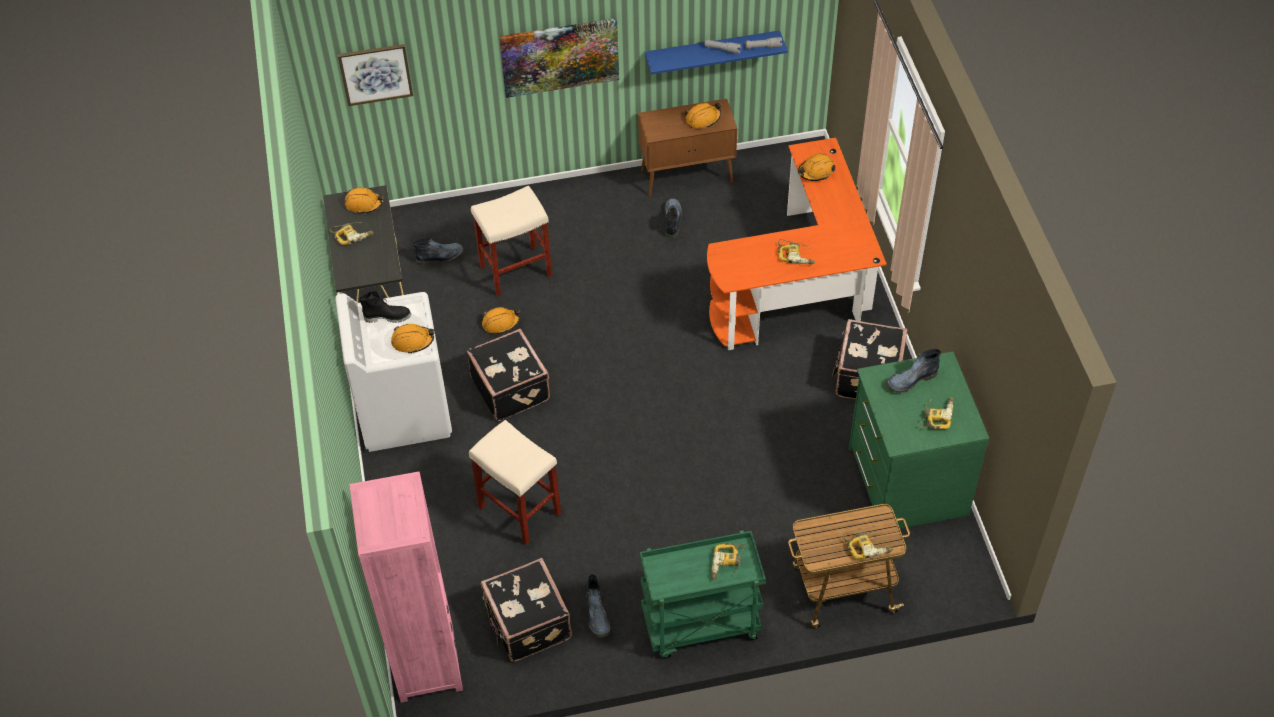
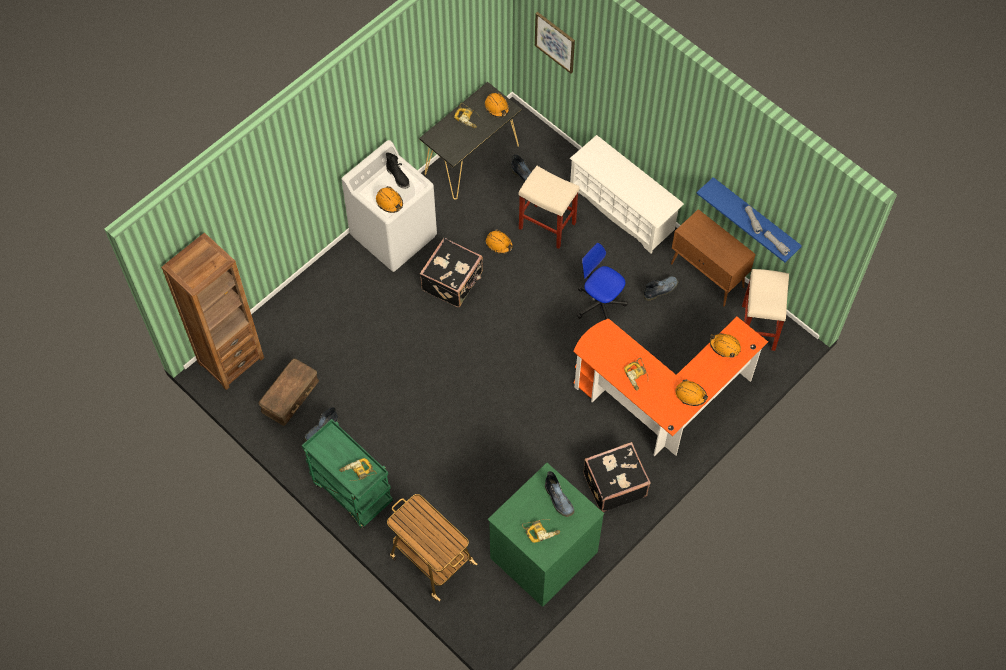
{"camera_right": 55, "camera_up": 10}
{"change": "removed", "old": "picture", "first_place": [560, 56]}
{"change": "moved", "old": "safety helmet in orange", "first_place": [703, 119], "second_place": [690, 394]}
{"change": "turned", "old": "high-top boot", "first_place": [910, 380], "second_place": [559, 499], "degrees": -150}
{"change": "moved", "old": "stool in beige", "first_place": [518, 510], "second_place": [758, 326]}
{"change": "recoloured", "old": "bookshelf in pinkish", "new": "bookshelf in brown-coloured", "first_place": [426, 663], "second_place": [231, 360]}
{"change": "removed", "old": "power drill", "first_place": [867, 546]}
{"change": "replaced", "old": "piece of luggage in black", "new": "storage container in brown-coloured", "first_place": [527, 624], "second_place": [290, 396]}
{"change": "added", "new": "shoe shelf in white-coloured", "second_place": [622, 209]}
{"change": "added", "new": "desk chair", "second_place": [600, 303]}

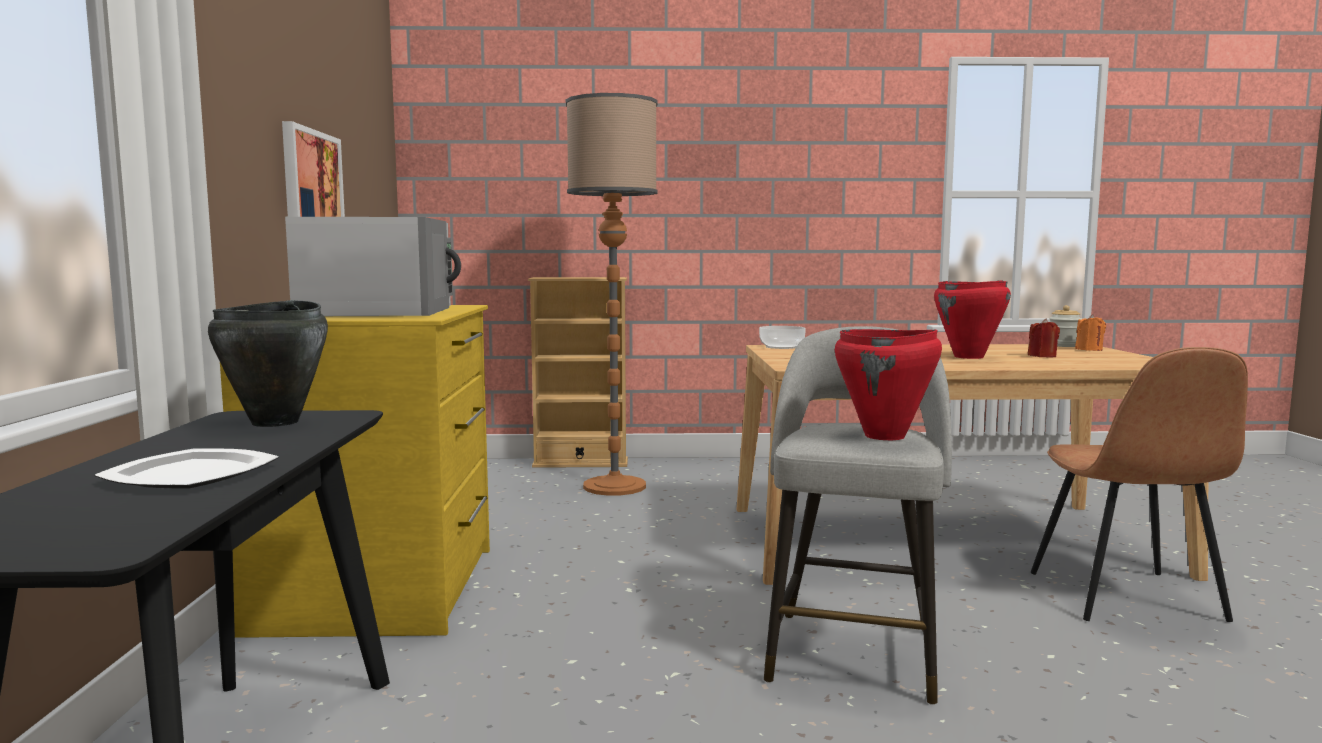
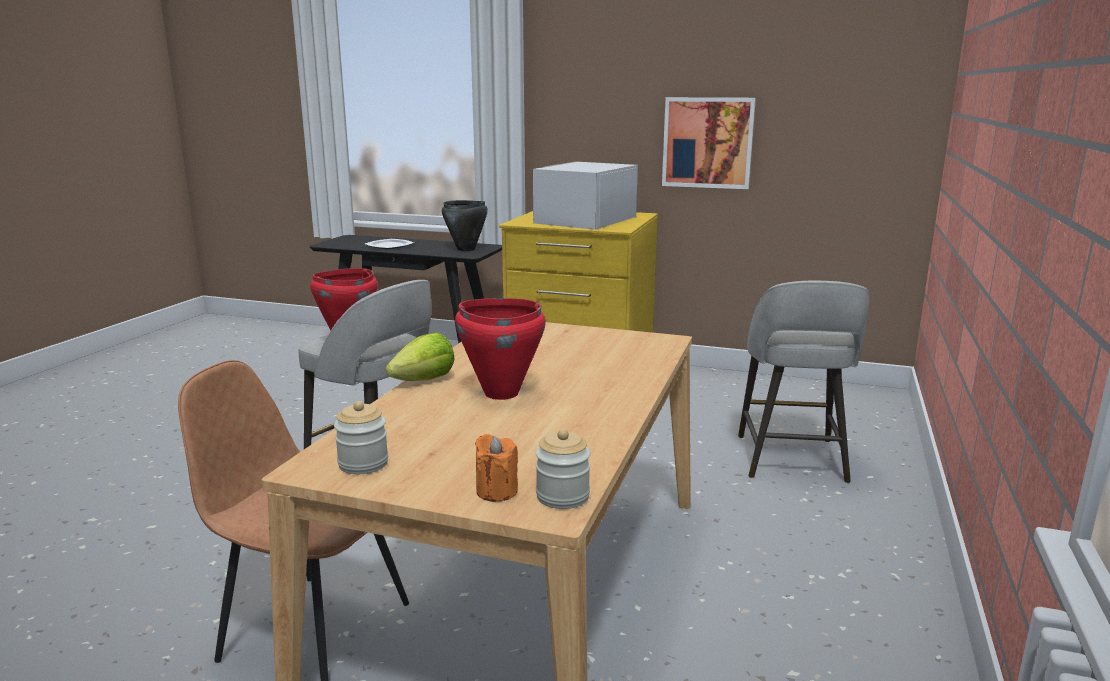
{"camera_right": 110, "camera_up": 10}
{"change": "replaced", "old": "floor lamp", "new": "stool in greyish", "first_place": [615, 486], "second_place": [791, 460]}
{"change": "turned", "old": "microwave in white-coloured", "first_place": [380, 310], "second_place": [584, 220], "degrees": 105}
{"change": "removed", "old": "bookshelf in beige", "first_place": [580, 463]}
{"change": "removed", "old": "wax candle in reddish", "first_place": [1042, 356]}
{"change": "removed", "old": "bowl", "first_place": [781, 347]}
{"change": "added", "new": "lettuce head", "second_place": [424, 380]}
{"change": "added", "new": "jar", "second_place": [363, 464]}

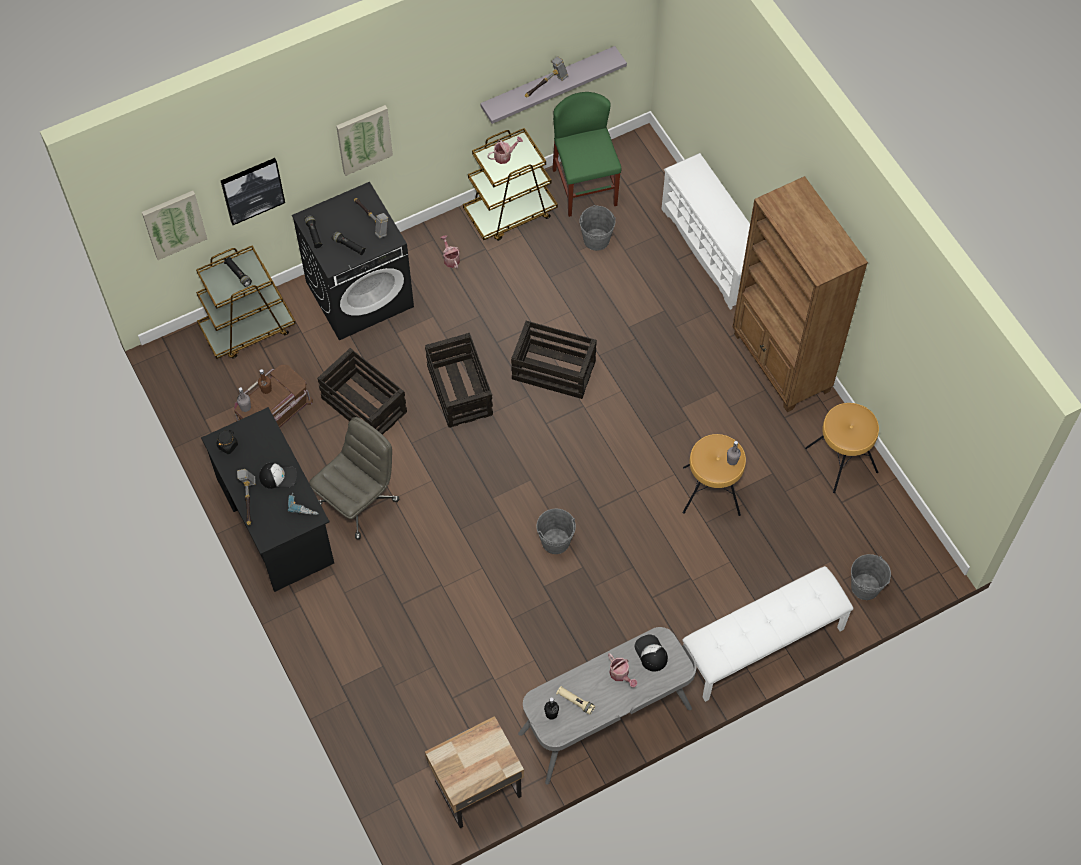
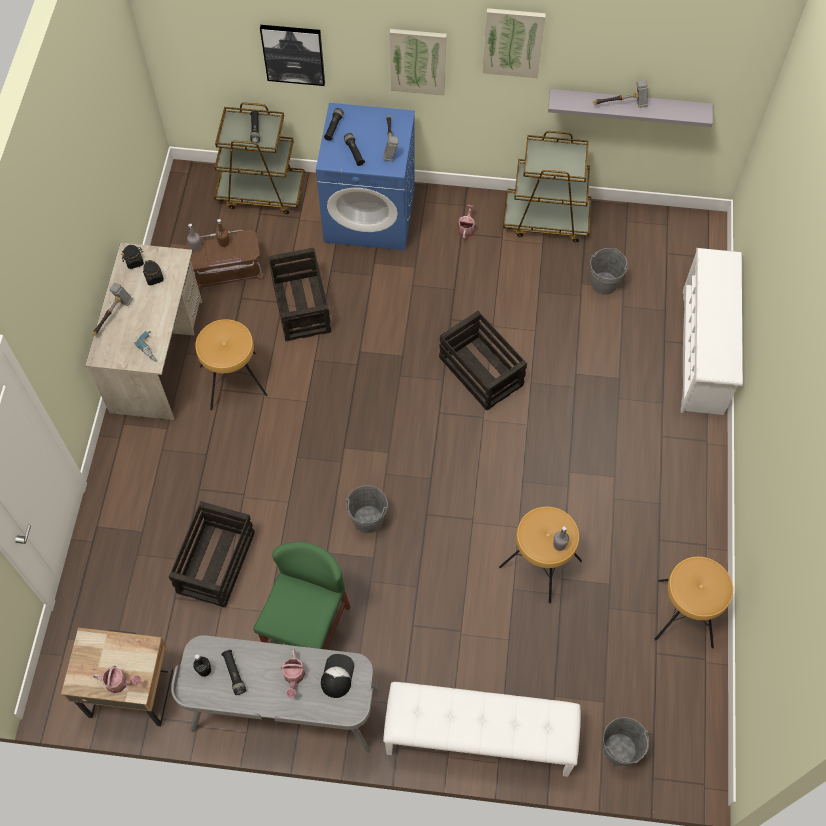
{"camera_right": 35, "camera_up": 0}
{"change": "moved", "old": "plain chair in green-coloured", "first_place": [585, 187], "second_place": [308, 630]}
{"change": "moved", "old": "watering pot", "first_place": [504, 156], "second_place": [120, 683]}
{"change": "removed", "old": "bookshelf in brown-coloured", "first_place": [781, 363]}
{"change": "recoloured", "old": "washing machine in black", "new": "washing machine in blue", "first_place": [360, 293], "second_place": [370, 215]}
{"change": "moved", "old": "picture", "first_place": [174, 224], "second_place": [513, 42]}
{"change": "moved", "old": "shipping crate", "first_place": [460, 391], "second_place": [216, 563]}
{"change": "recoloured", "old": "desk unit in black", "new": "desk unit in beige", "first_place": [275, 521], "second_place": [157, 356]}
{"change": "replaced", "old": "desk chair in greyish", "new": "stool in brown-coloured", "first_place": [358, 501], "second_place": [233, 381]}
{"change": "removed", "old": "cap", "first_place": [278, 476]}
{"change": "recoloured", "old": "torch in beige", "new": "torch in black", "first_place": [575, 701], "second_place": [234, 673]}
{"change": "added", "new": "jar in black", "second_place": [154, 278]}

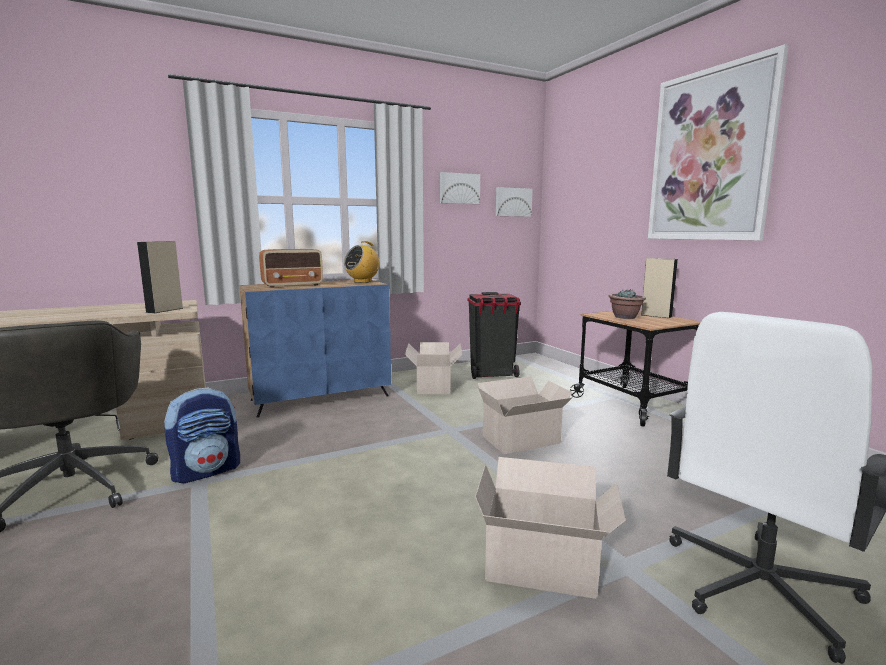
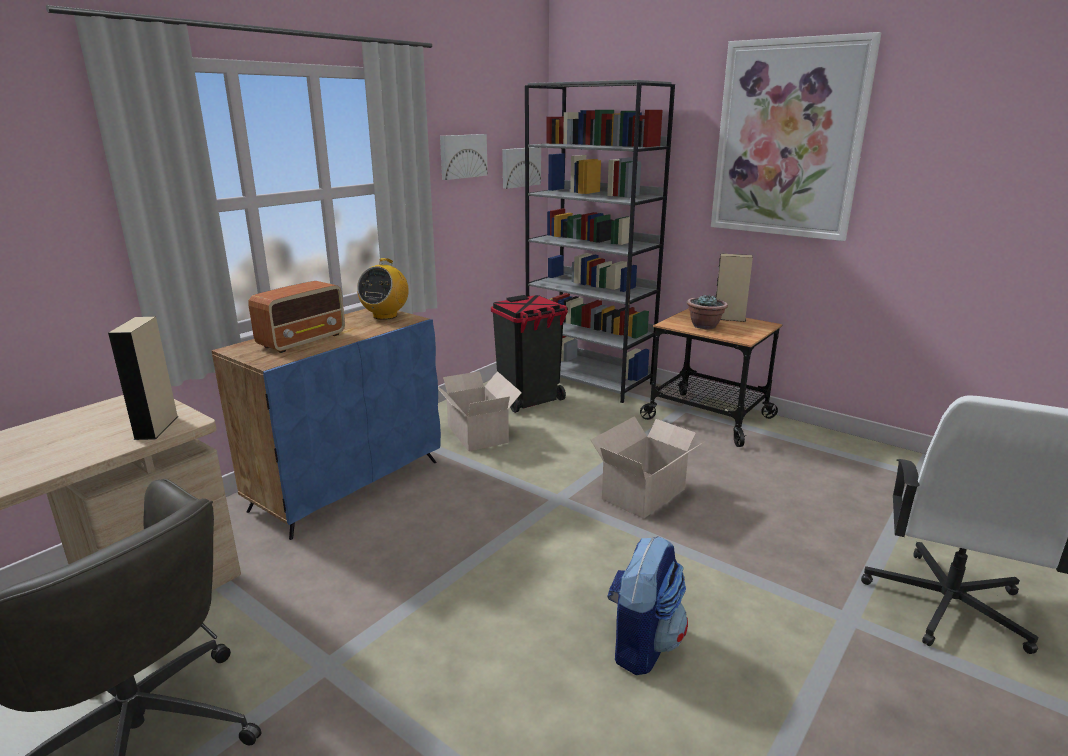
{"camera_right": -25, "camera_up": 10}
{"change": "moved", "old": "backpack", "first_place": [207, 471], "second_place": [642, 643]}
{"change": "removed", "old": "carton", "first_place": [544, 566]}
{"change": "added", "new": "bookshelf in greyish", "second_place": [589, 379]}

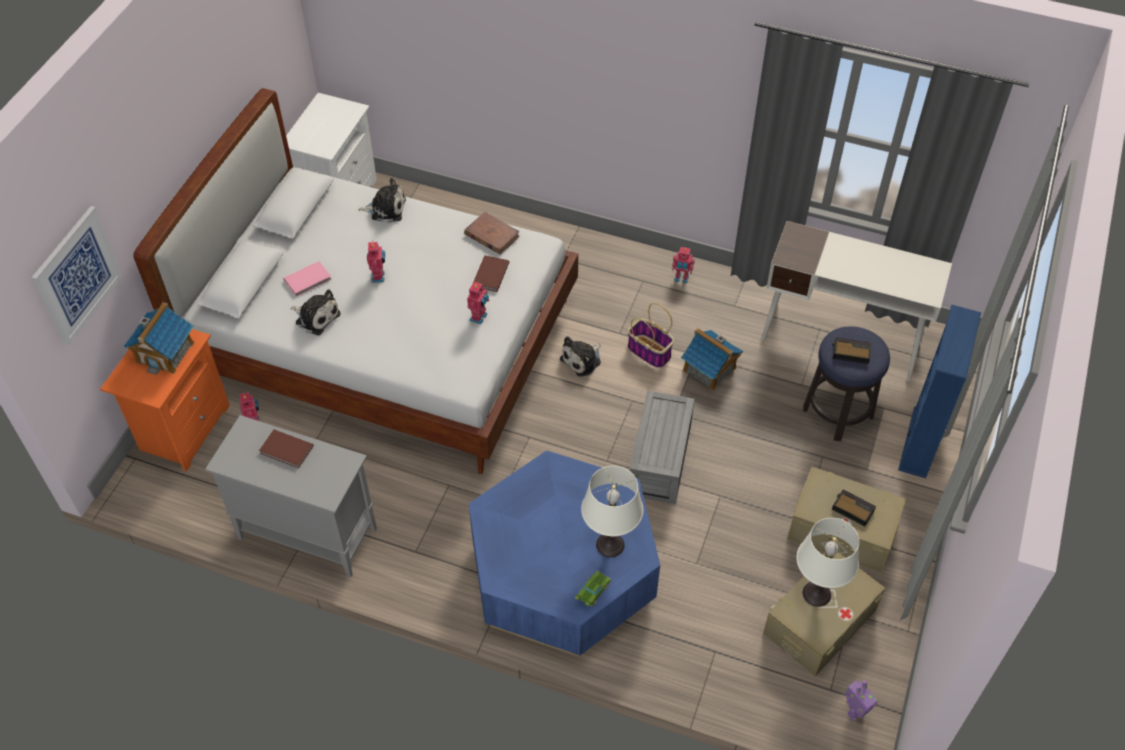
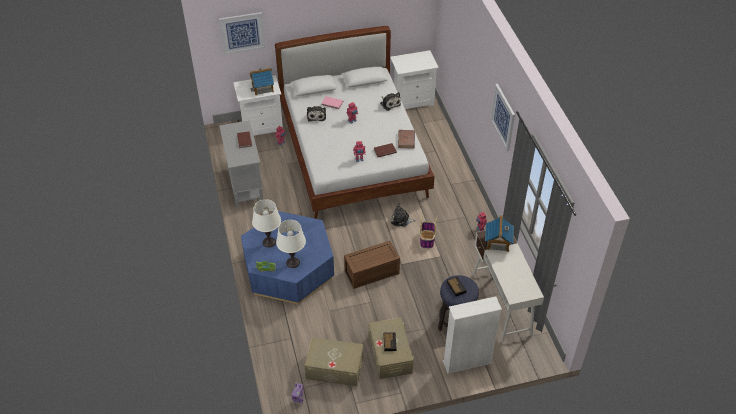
{"camera_right": 55, "camera_up": -5}
{"change": "recoloured", "old": "bookshelf in blue", "new": "bookshelf in white-coloured", "first_place": [920, 442], "second_place": [467, 362]}
{"change": "moved", "old": "miniature house", "first_place": [709, 369], "second_place": [497, 242]}
{"change": "recoloured", "old": "bedside table in orange", "new": "bedside table in white-coloured", "first_place": [183, 429], "second_place": [262, 126]}
{"change": "recoloured", "old": "storage container in greyish", "new": "storage container in brown-coloured", "first_place": [661, 461], "second_place": [371, 273]}
{"change": "moved", "old": "tabletop lamp in white-coloured", "first_place": [816, 594], "second_place": [269, 242]}
{"change": "added", "new": "picture", "second_place": [503, 117]}

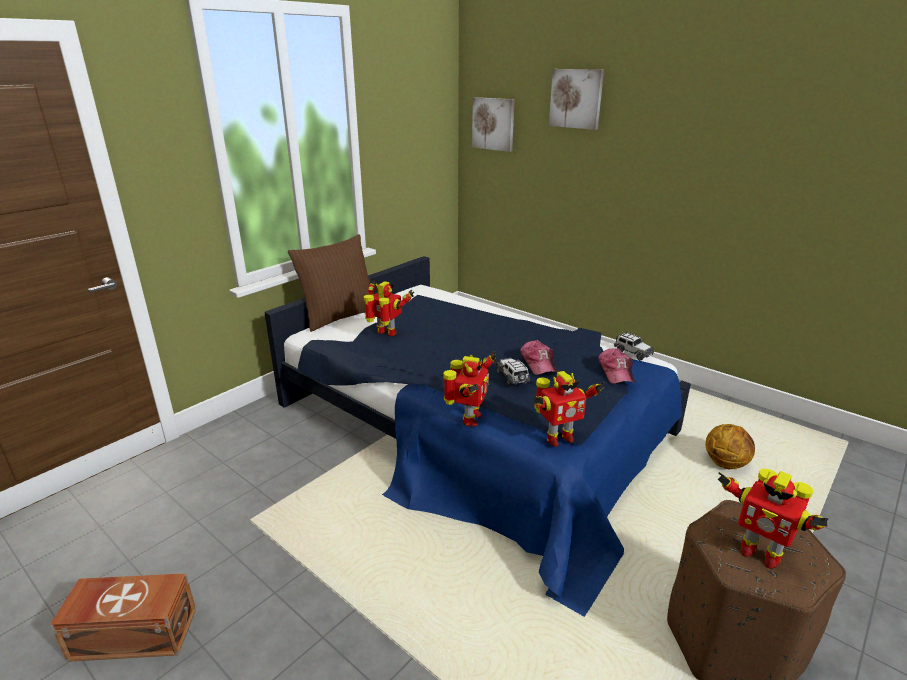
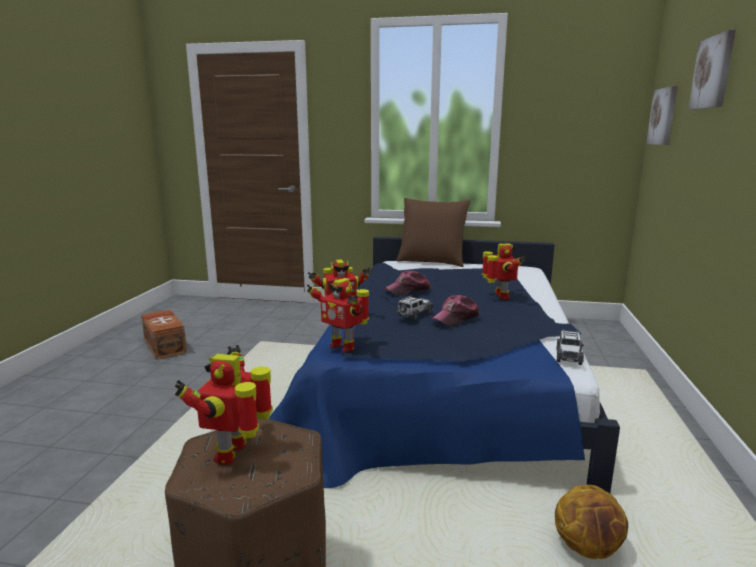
{"camera_right": 60, "camera_up": -10}
{"change": "moved", "old": "robot figure", "first_place": [386, 333], "second_place": [501, 296]}
{"change": "moved", "old": "cap", "first_place": [616, 372], "second_place": [408, 290]}

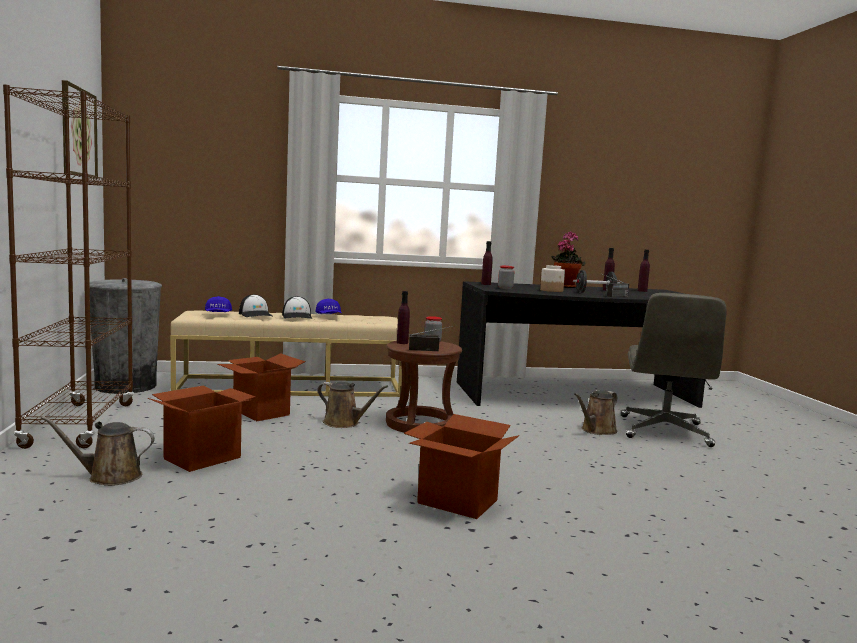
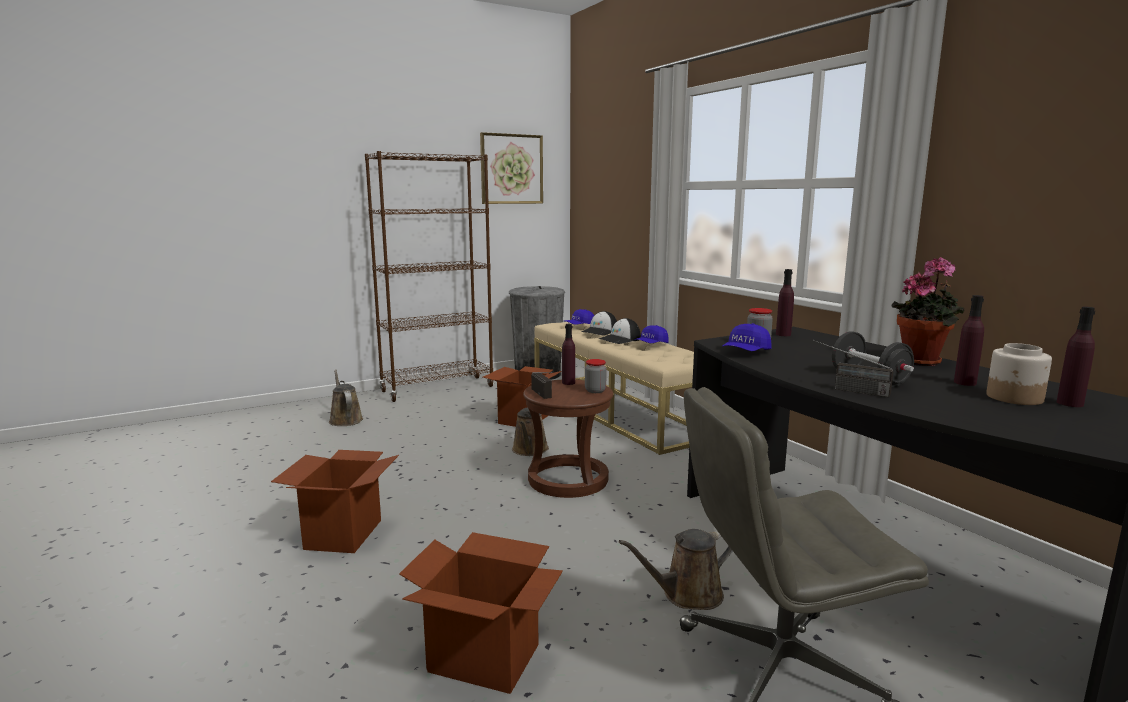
{"camera_right": 70, "camera_up": 5}
{"change": "moved", "old": "jar", "first_place": [552, 290], "second_place": [1015, 398]}
{"change": "moved", "old": "carton", "first_place": [203, 458], "second_place": [484, 658]}
{"change": "turned", "old": "watering pot in brown-coloured", "first_place": [596, 430], "second_place": [687, 595], "degrees": -45}
{"change": "added", "new": "cap in blue", "second_place": [745, 352]}

